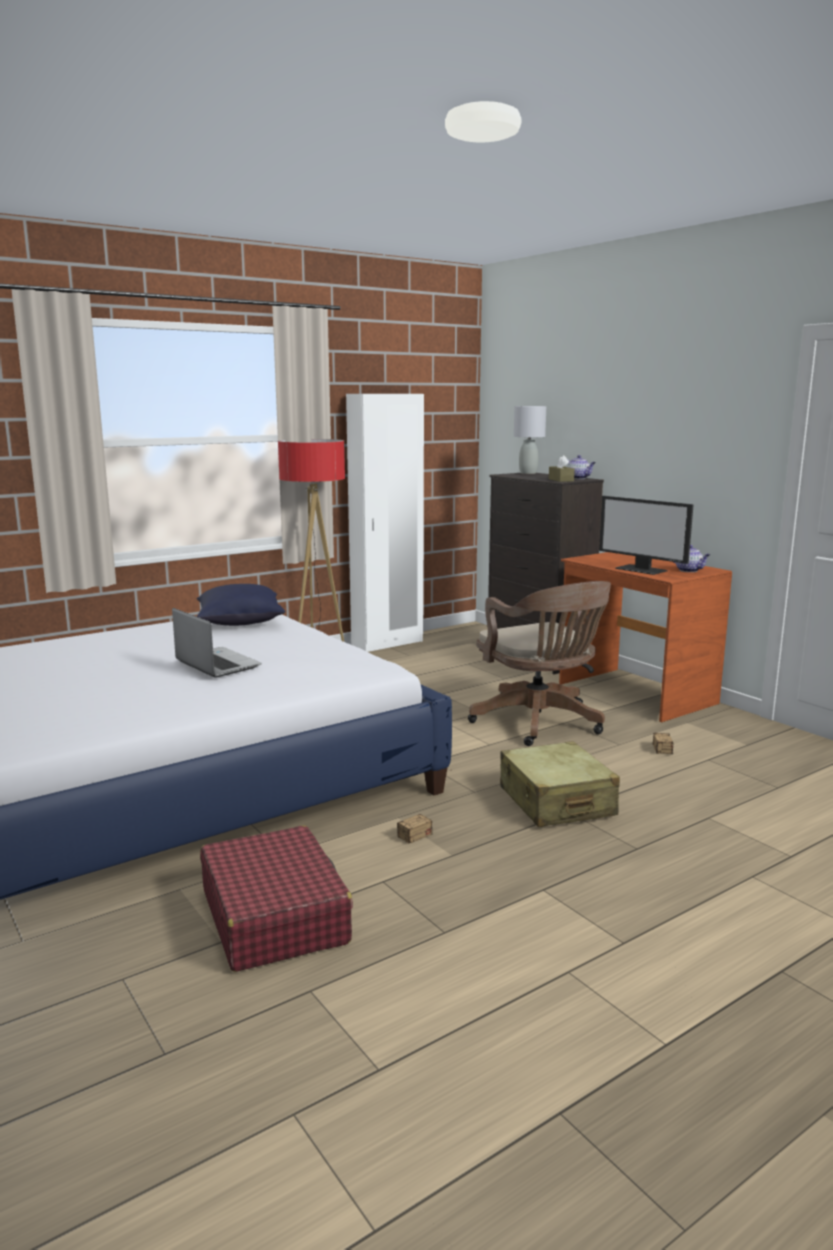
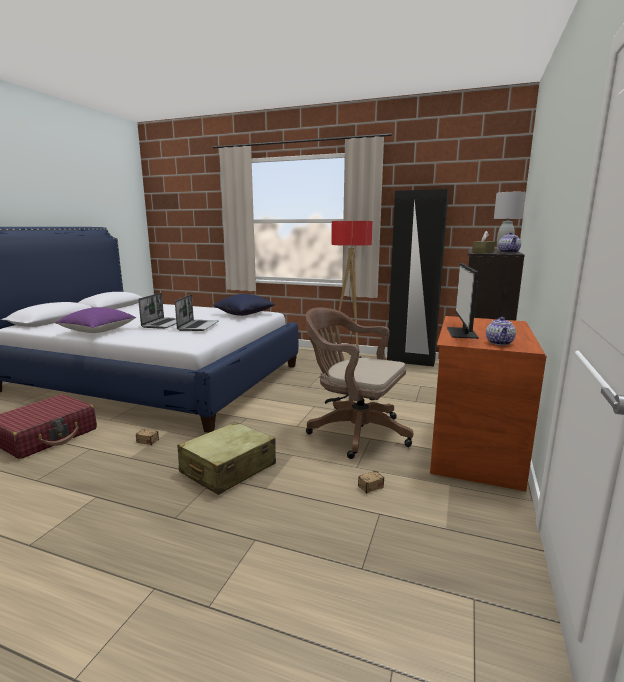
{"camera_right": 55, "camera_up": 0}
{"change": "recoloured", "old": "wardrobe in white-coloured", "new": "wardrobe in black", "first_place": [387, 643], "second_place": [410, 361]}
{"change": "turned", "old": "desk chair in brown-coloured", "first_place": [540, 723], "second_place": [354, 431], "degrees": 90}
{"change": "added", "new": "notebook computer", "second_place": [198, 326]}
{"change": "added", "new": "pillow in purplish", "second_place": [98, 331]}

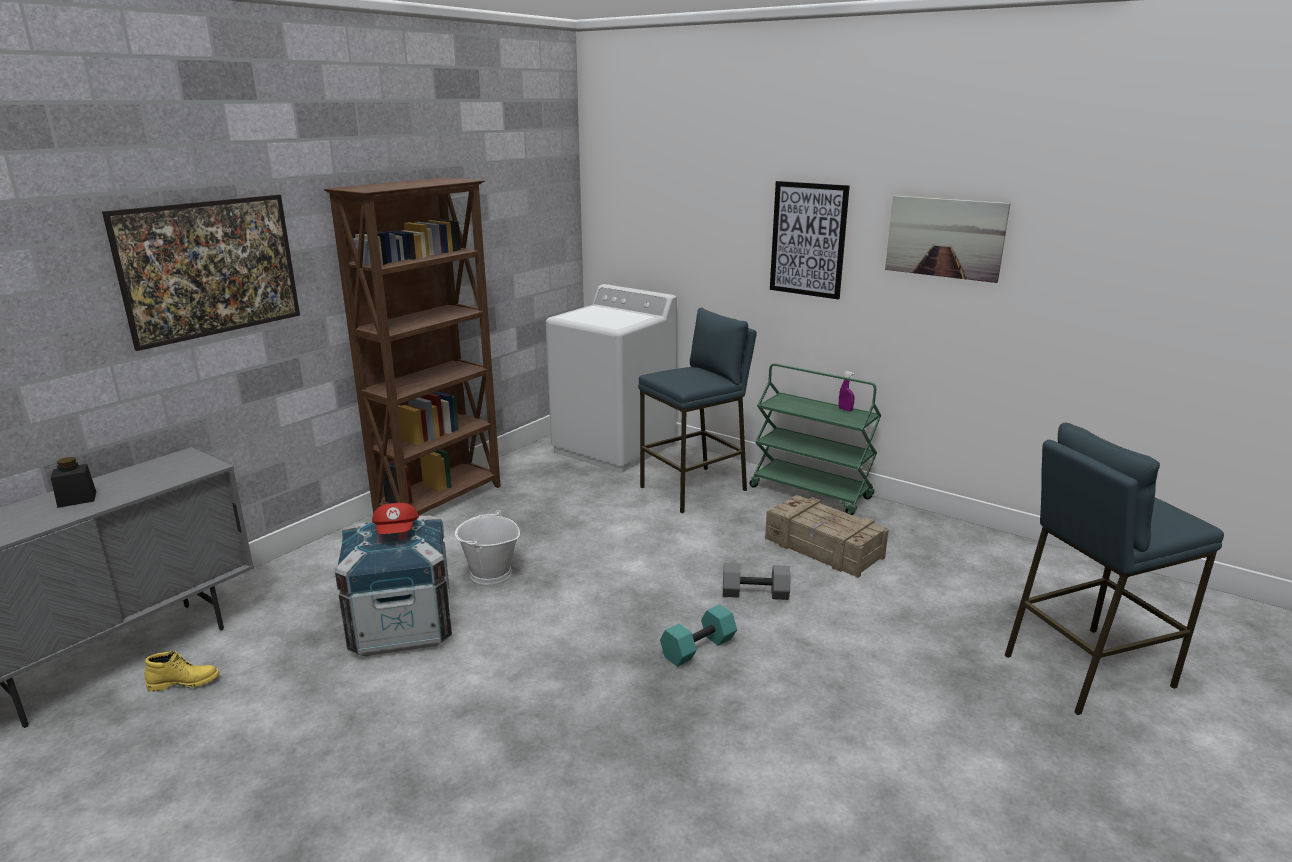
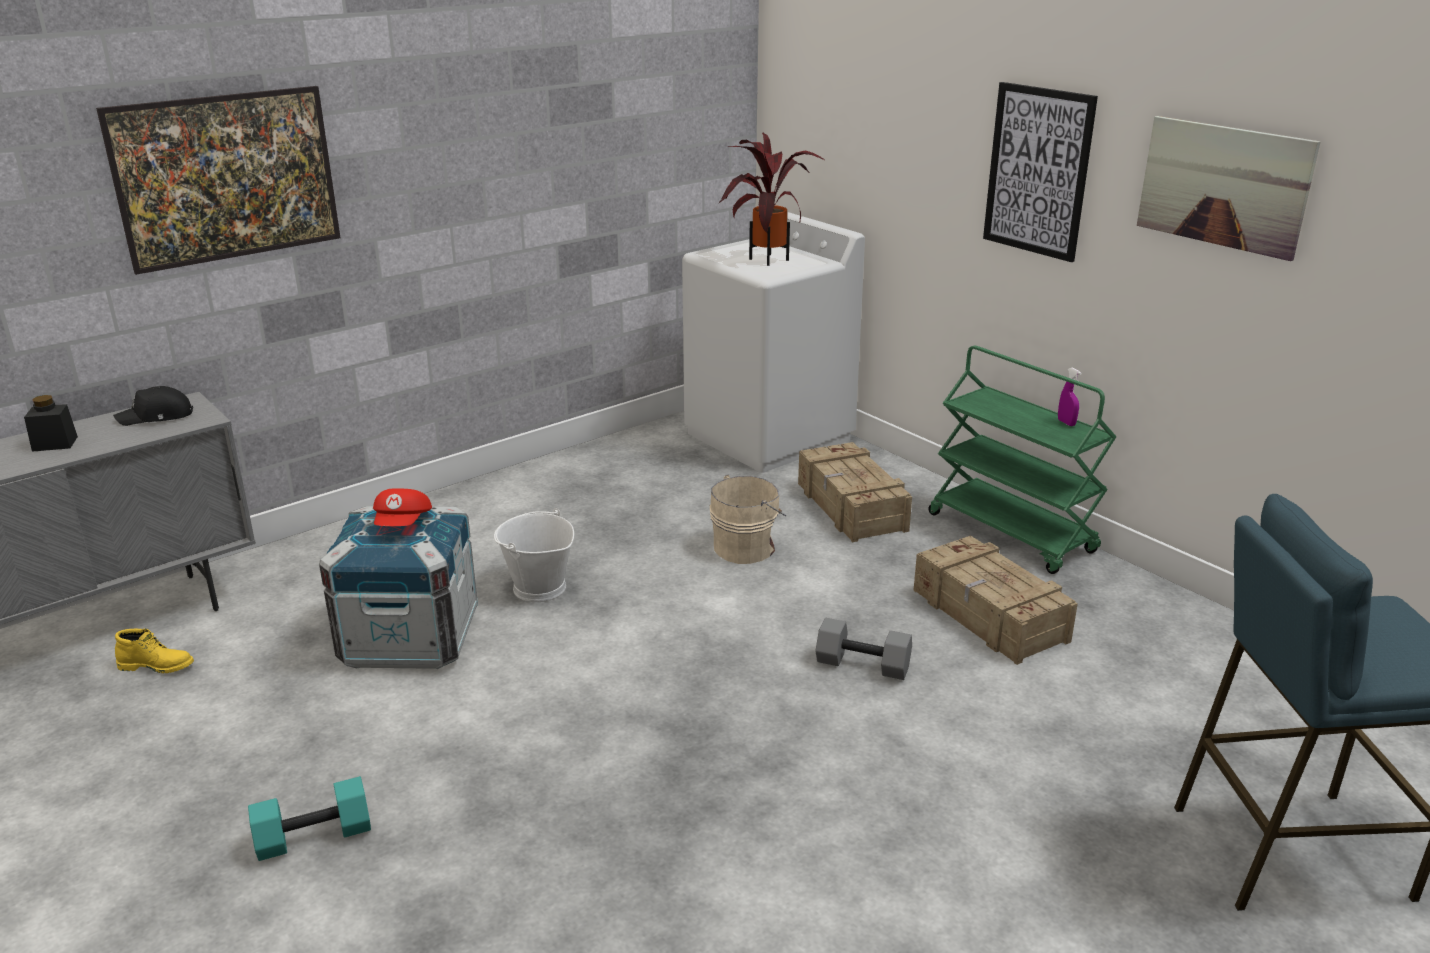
{"camera_right": 15, "camera_up": 5}
{"change": "removed", "old": "bookshelf in brown-coloured", "first_place": [441, 501]}
{"change": "replaced", "old": "stool in blue", "new": "shipping crate", "first_place": [695, 489], "second_place": [850, 507]}
{"change": "moved", "old": "hand weight in blue-green", "first_place": [698, 647], "second_place": [315, 835]}
{"change": "added", "new": "potted plant", "second_place": [764, 260]}
{"change": "added", "new": "cap in black", "second_place": [156, 417]}
{"change": "added", "new": "pail in beige", "second_place": [747, 547]}

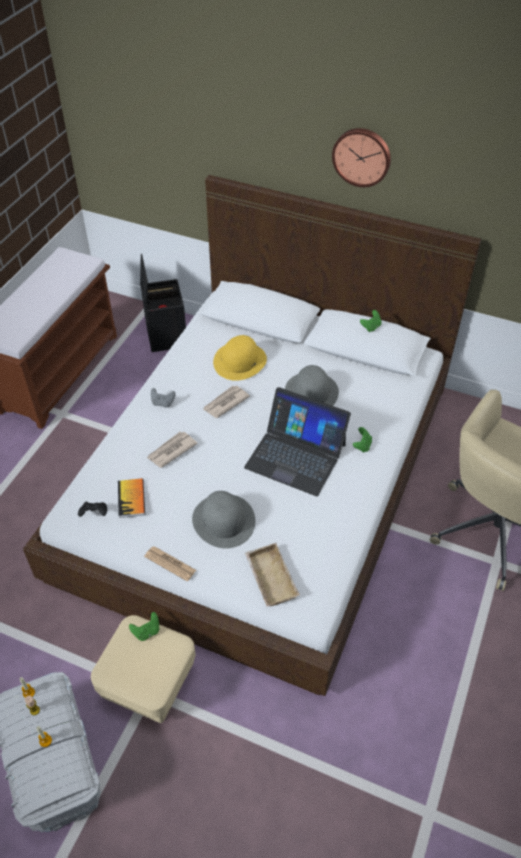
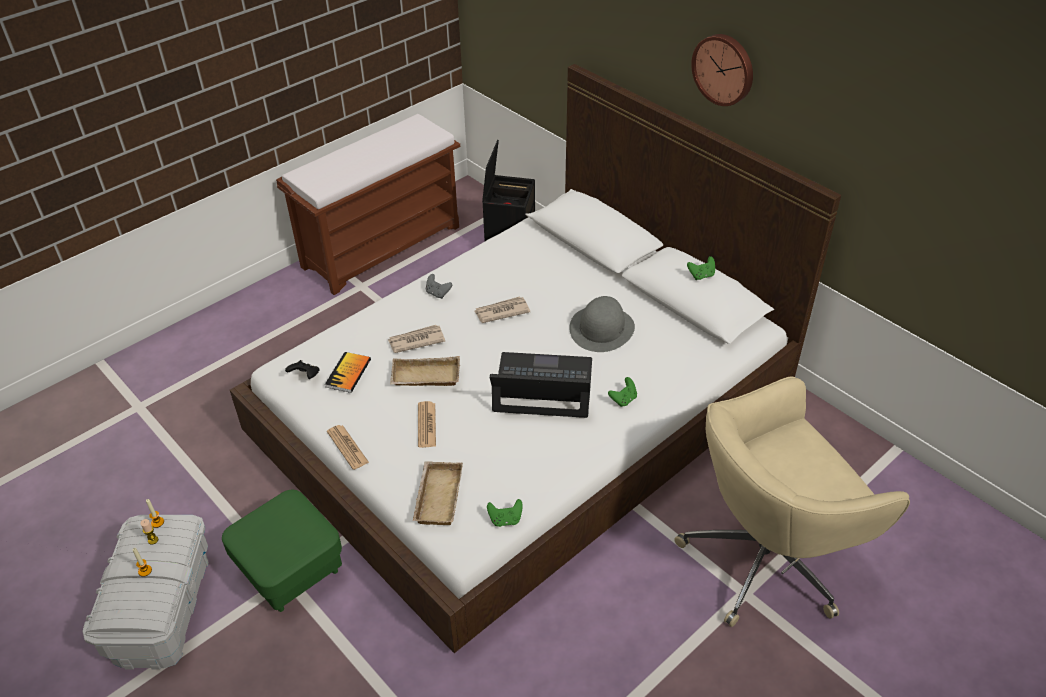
{"camera_right": 25, "camera_up": -5}
{"change": "removed", "old": "hat in yellow", "first_place": [240, 361]}
{"change": "turned", "old": "notebook computer", "first_place": [296, 455], "second_place": [543, 386], "degrees": 135}
{"change": "replaced", "old": "hat in greyish", "new": "newspaper", "first_place": [224, 520], "second_place": [426, 425]}
{"change": "moved", "old": "gamepad in green-coloured", "first_place": [147, 632], "second_place": [505, 519]}
{"change": "recoloured", "old": "ottoman in beige", "new": "ottoman in green-coloured", "first_place": [148, 683], "second_place": [290, 570]}
{"change": "added", "new": "carrying tray in beige", "second_place": [424, 378]}

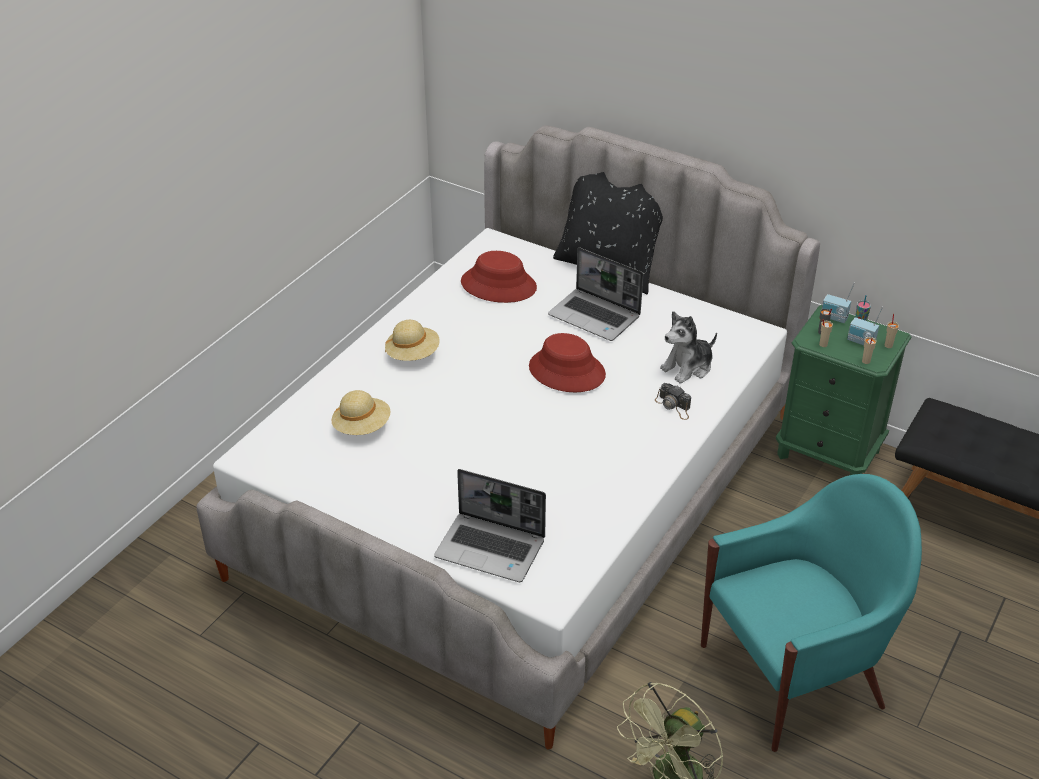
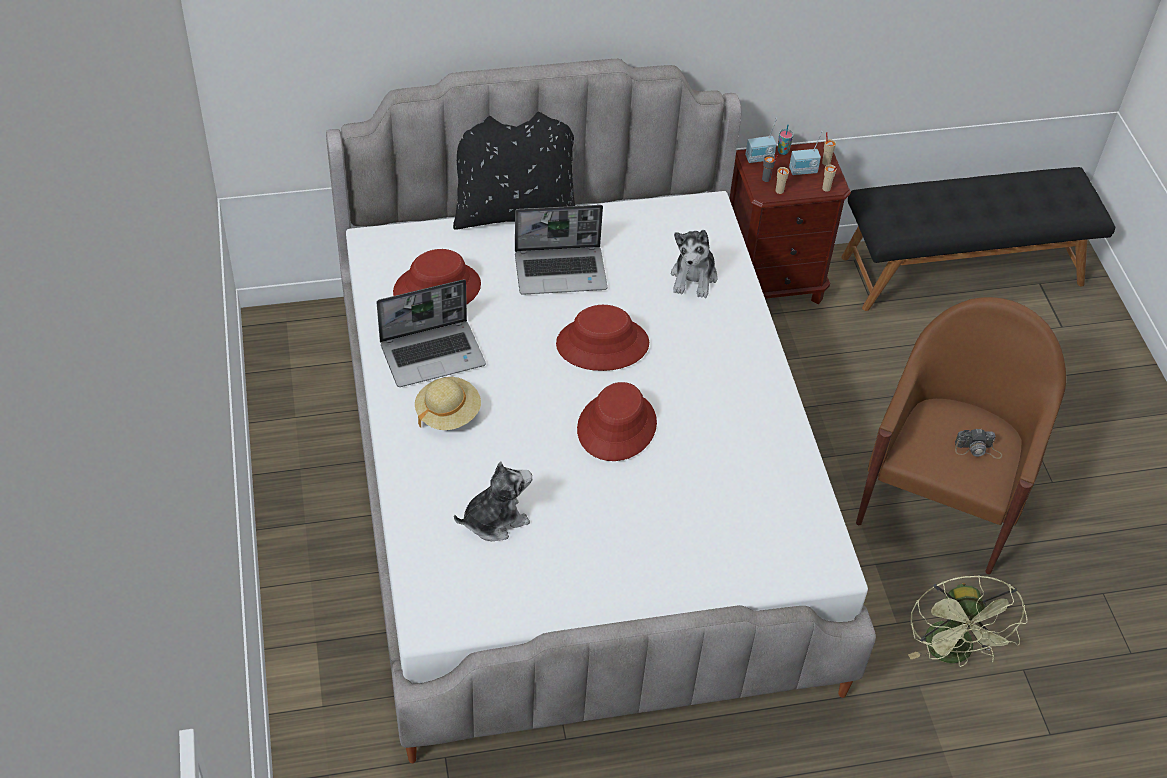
{"camera_right": -45, "camera_up": 10}
{"change": "recoloured", "old": "bedside table in green-coloured", "new": "bedside table in brown-coloured", "first_place": [828, 453], "second_place": [772, 283]}
{"change": "moved", "old": "photo camera", "first_place": [674, 406], "second_place": [977, 449]}
{"change": "replaced", "old": "hat in beige", "new": "soft toy", "first_place": [362, 427], "second_place": [495, 519]}
{"change": "moved", "old": "notebook computer", "first_place": [491, 548], "second_place": [433, 354]}
{"change": "recoloured", "old": "armchair in blue-green", "new": "armchair in brown-coloured", "first_place": [794, 675], "second_place": [941, 500]}
{"change": "added", "new": "hat in reddish", "second_place": [616, 426]}

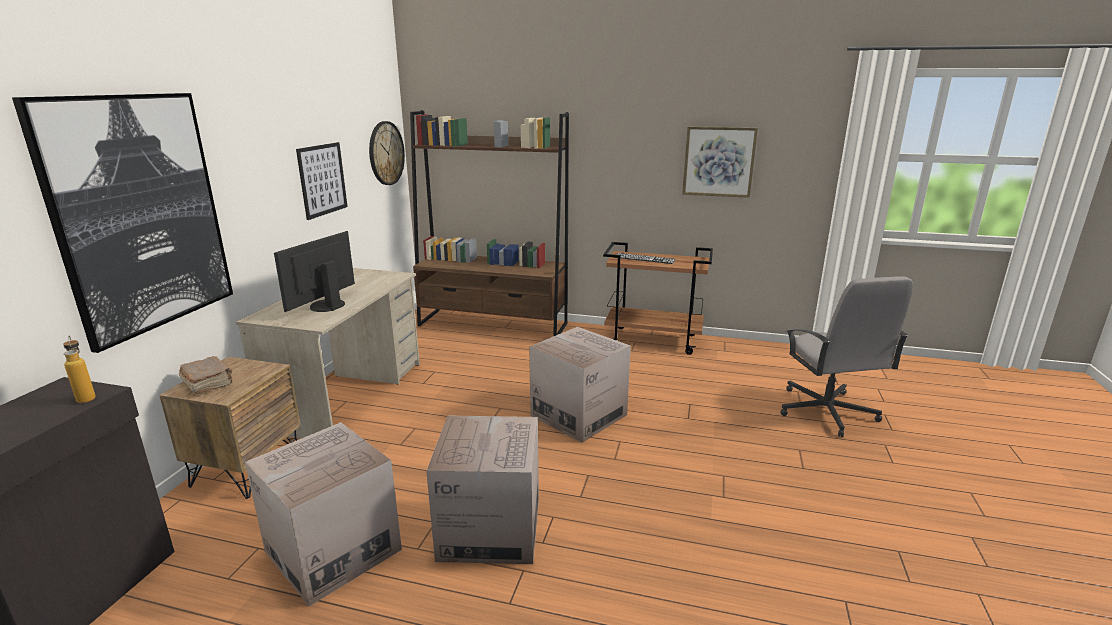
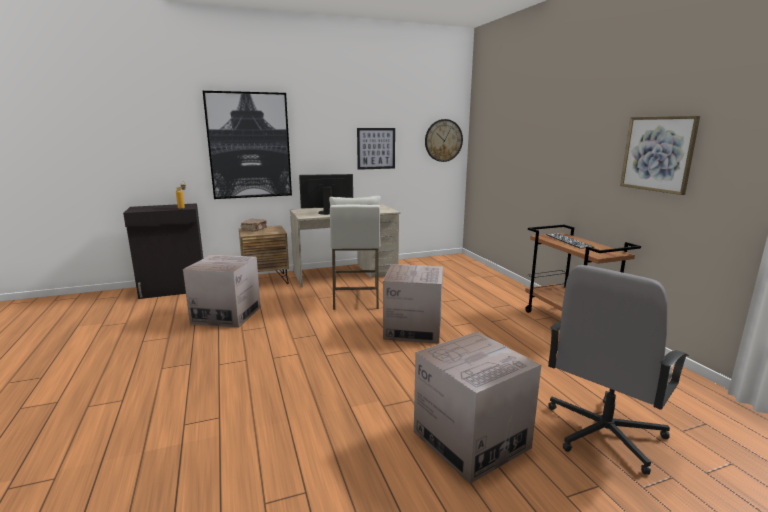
{"camera_right": 55, "camera_up": -5}
{"change": "removed", "old": "bookshelf in brown-coloured", "first_place": [493, 325]}
{"change": "moved", "old": "carton", "first_place": [490, 528], "second_place": [471, 440]}
{"change": "added", "new": "stool in white-coloured", "second_place": [355, 298]}

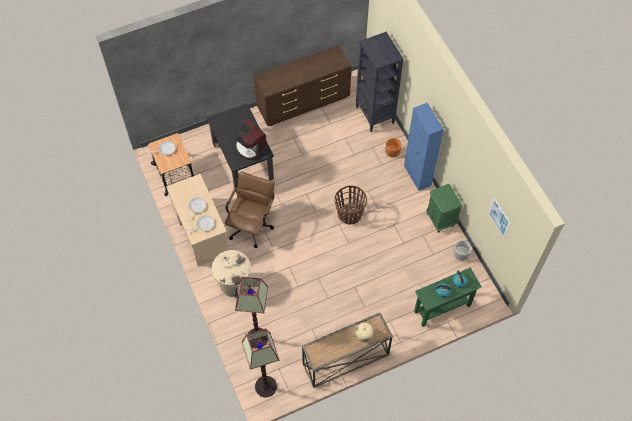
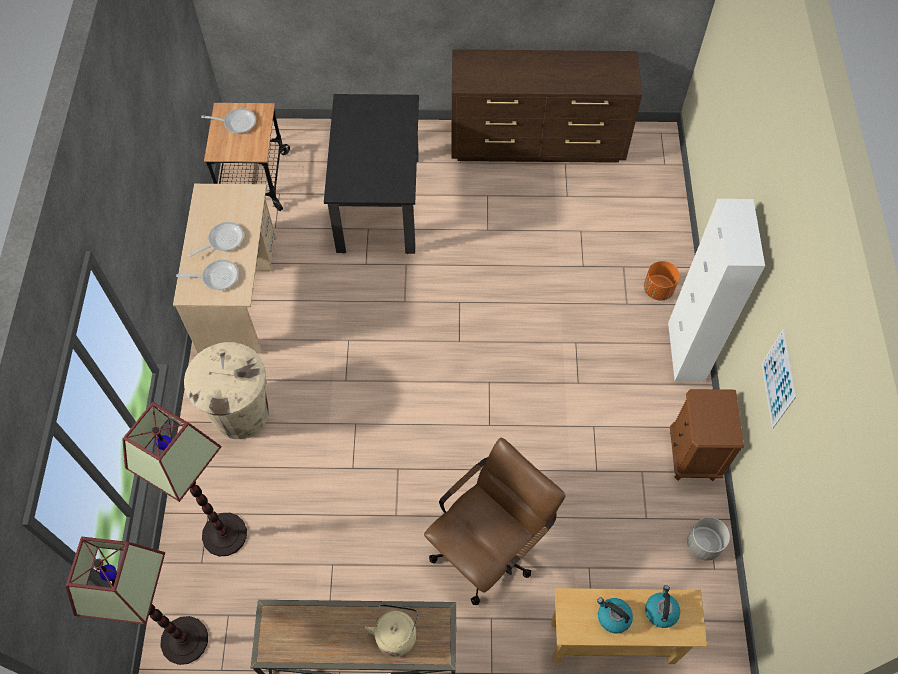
{"camera_right": 25, "camera_up": 0}
{"change": "removed", "old": "bookshelf in black", "first_place": [375, 115]}
{"change": "recoloured", "old": "cabinet in blue", "new": "cabinet in white-coloured", "first_place": [417, 175], "second_place": [686, 352]}
{"change": "removed", "old": "coffee machine", "first_place": [250, 147]}
{"change": "moved", "old": "desk chair in brown-coloured", "first_place": [252, 224], "second_place": [489, 546]}
{"change": "recoloured", "old": "bedside table in green-coloured", "new": "bedside table in brown-coloured", "first_place": [440, 219], "second_place": [693, 455]}
{"change": "removed", "old": "storage basket", "first_place": [349, 214]}
{"change": "moved", "old": "picture", "first_place": [499, 218], "second_place": [778, 379]}
{"change": "recoloured", "old": "console table in green-coloured", "new": "console table in beige", "first_place": [442, 308], "second_place": [612, 641]}

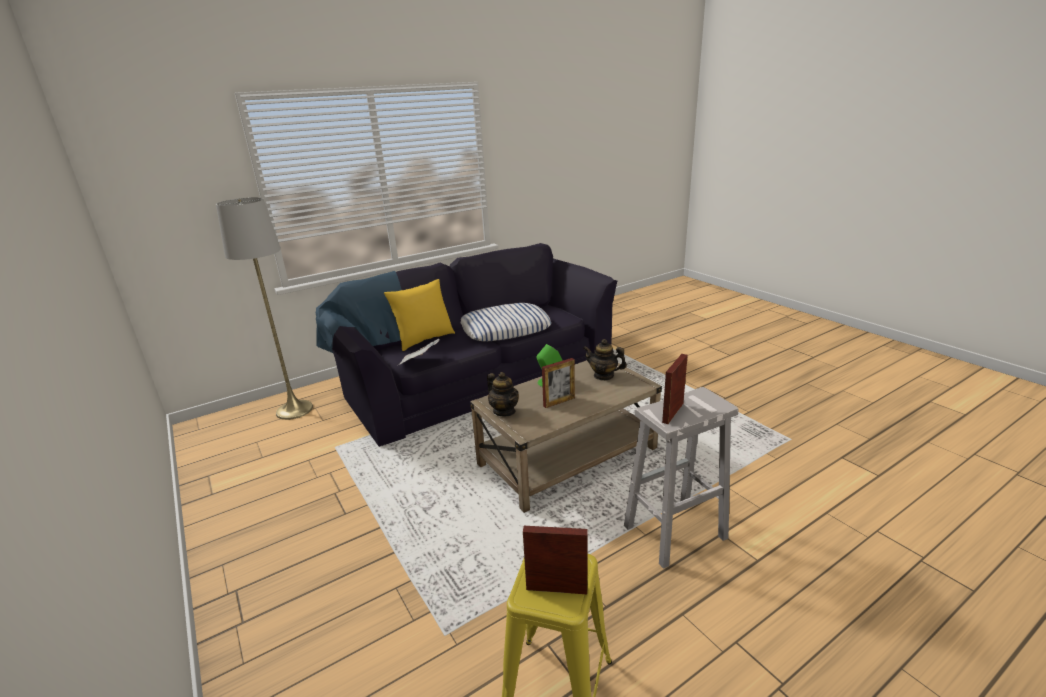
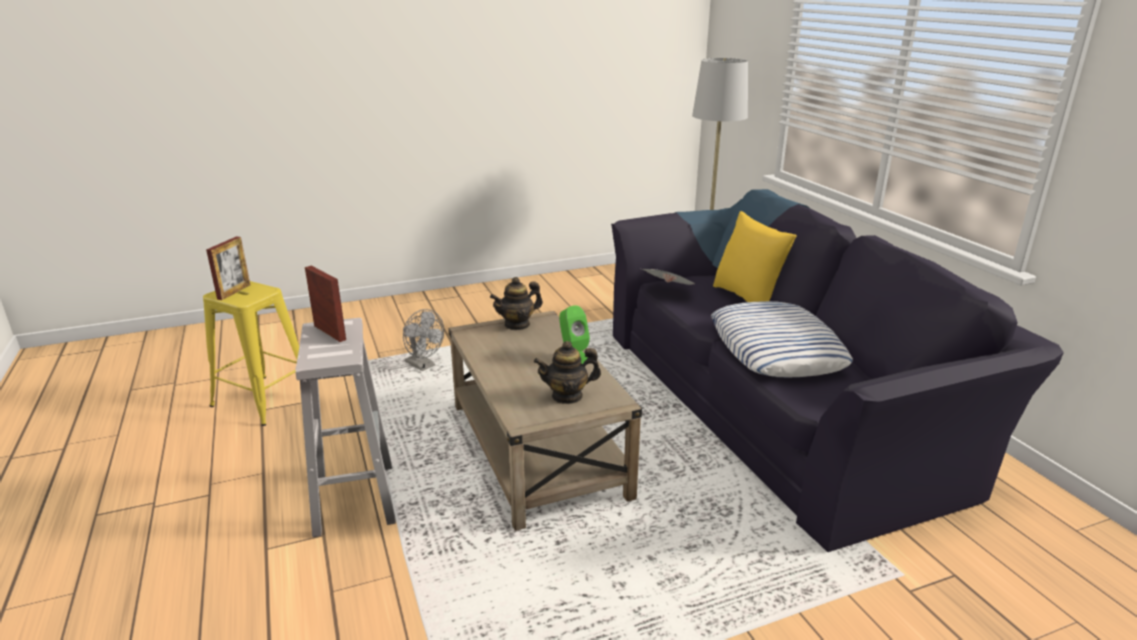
{"camera_right": 100, "camera_up": 0}
{"change": "turned", "old": "teapot", "first_place": [604, 376], "second_place": [567, 396], "degrees": -135}
{"change": "removed", "old": "picture frame", "first_place": [559, 402]}
{"change": "added", "new": "cooling fan in greyish", "second_place": [424, 366]}

